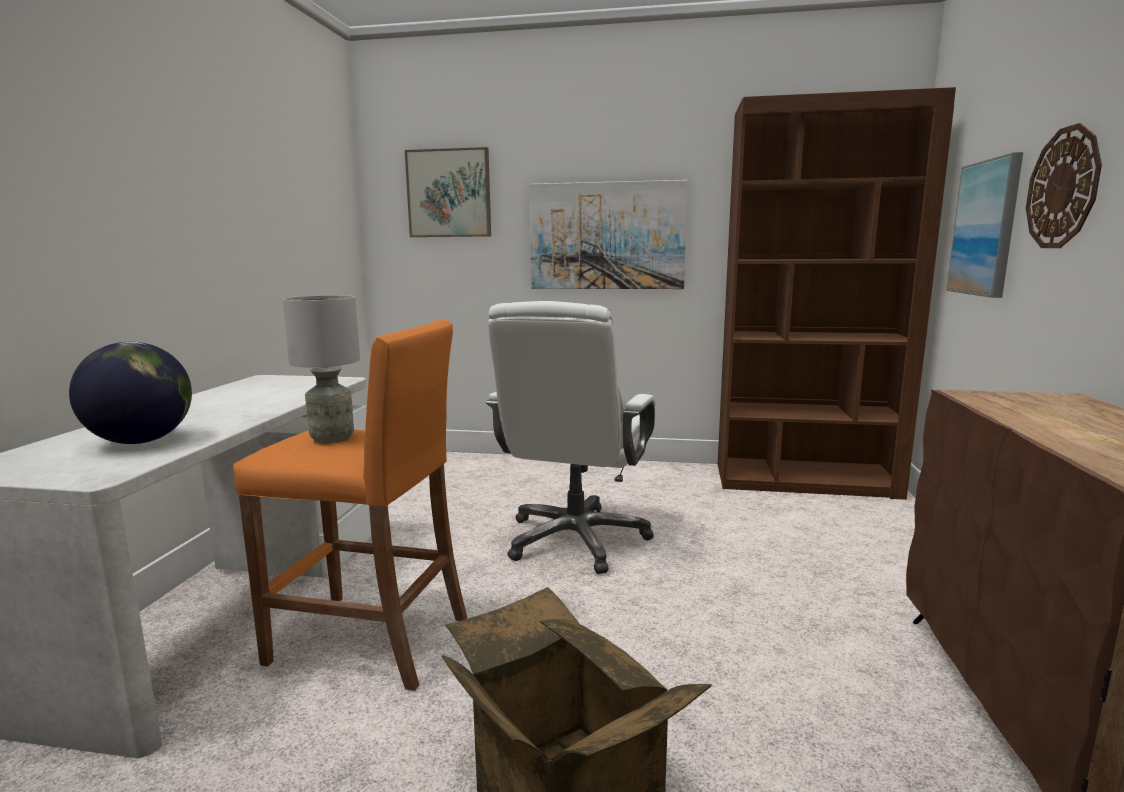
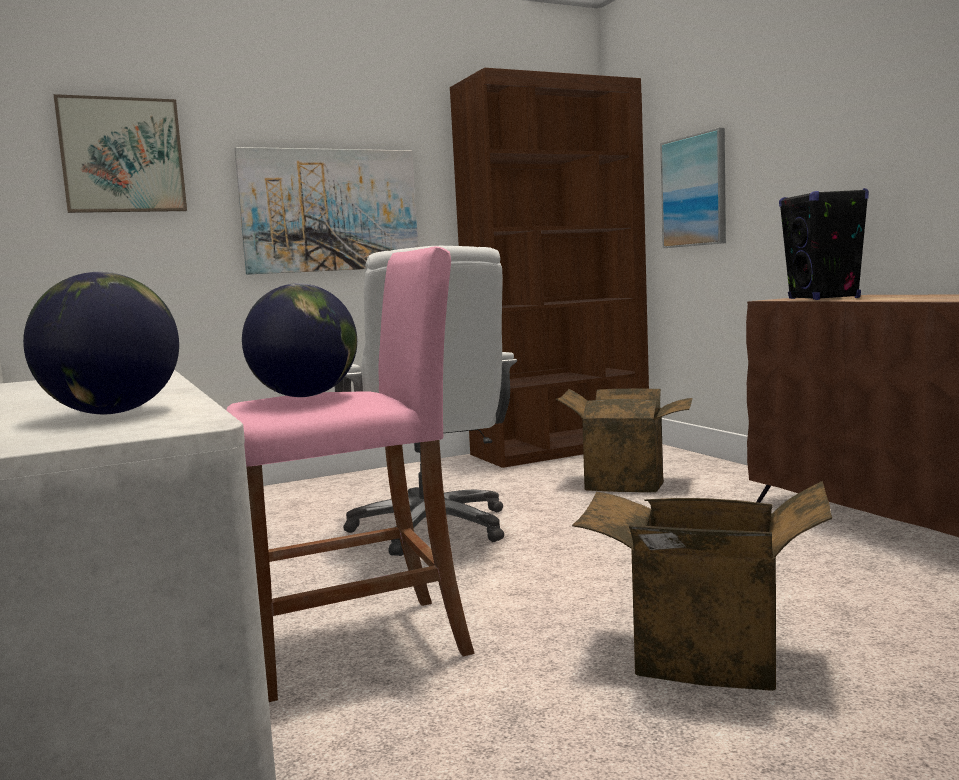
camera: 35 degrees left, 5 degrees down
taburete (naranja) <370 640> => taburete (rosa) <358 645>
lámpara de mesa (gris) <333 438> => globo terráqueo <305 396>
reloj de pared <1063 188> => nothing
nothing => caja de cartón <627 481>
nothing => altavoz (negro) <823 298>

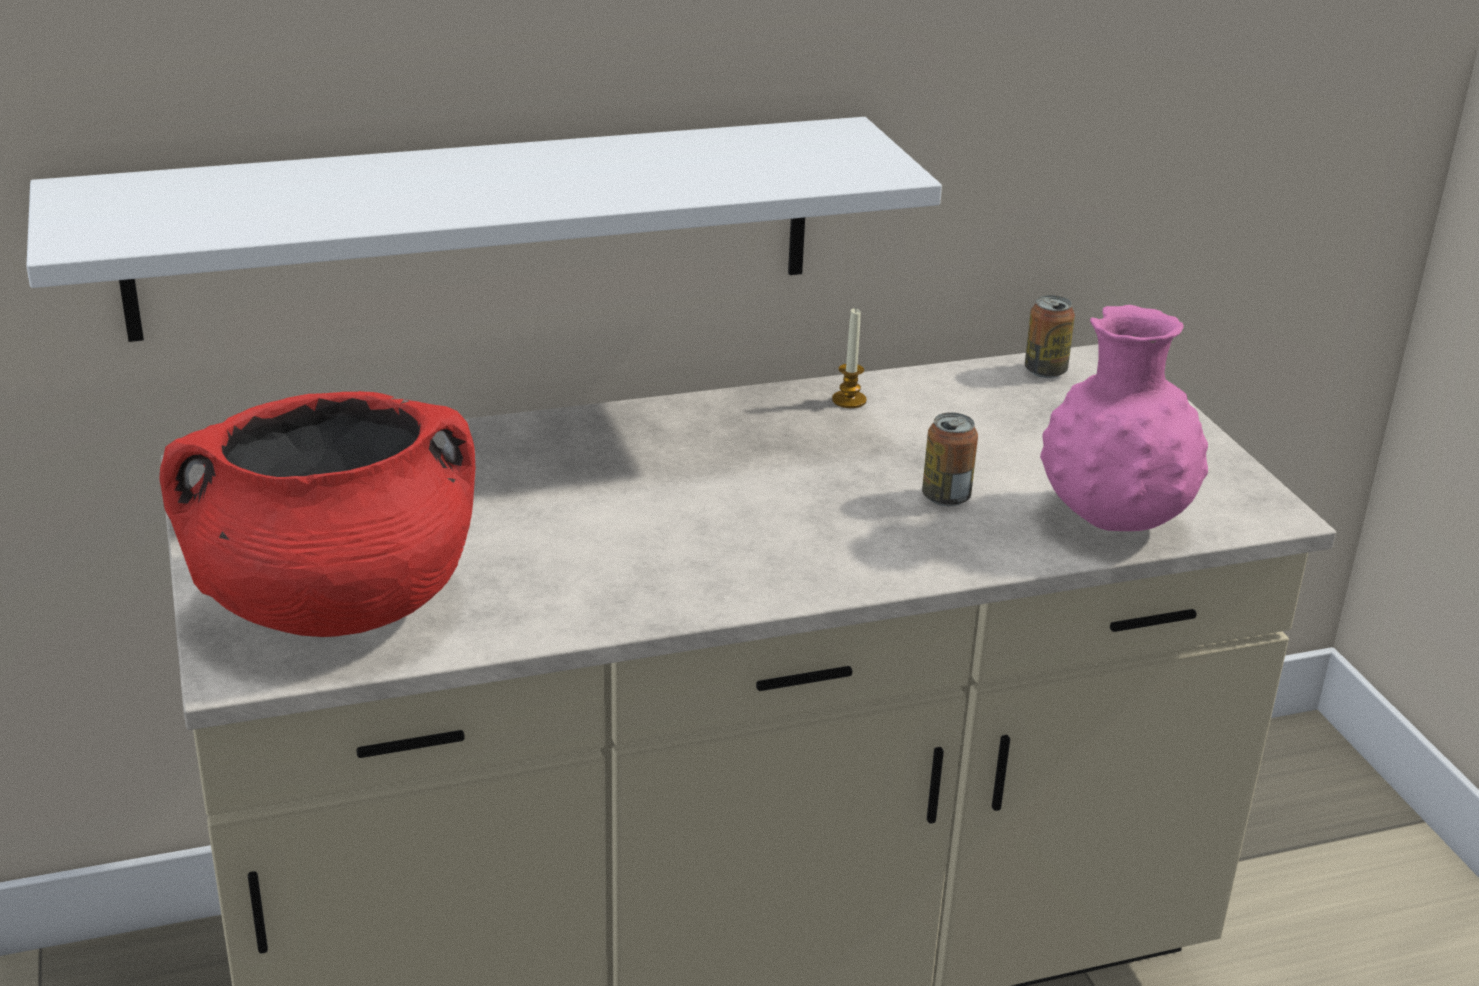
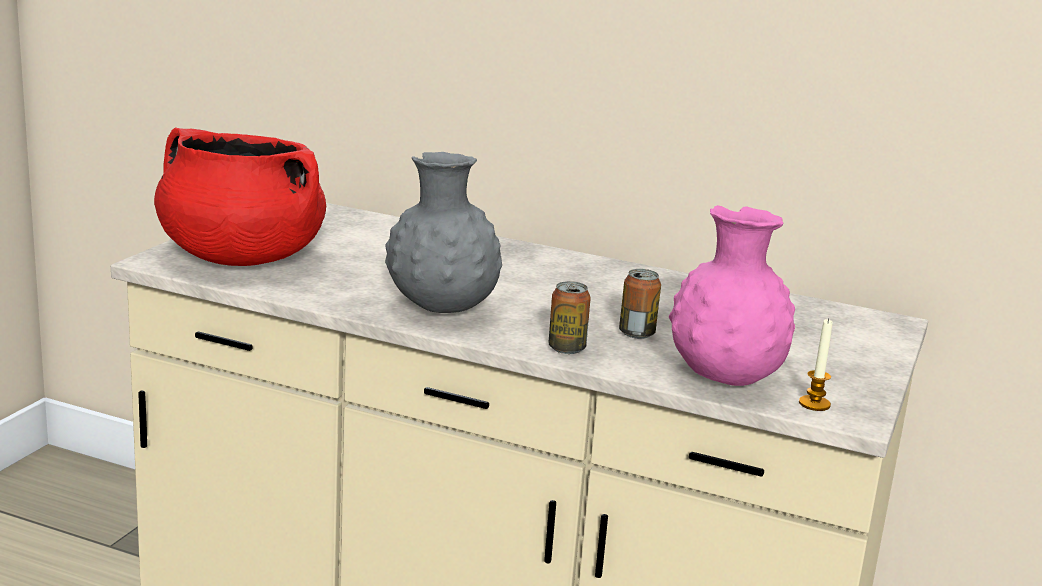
camera: 40 degrees right, 10 degrees down
estante (blanco) <478 226> => nothing
vela <849 400> => vela <814 404>, relocated
lata <1045 371> => lata <566 348>, relocated
nothing => florero (gris) <442 310>

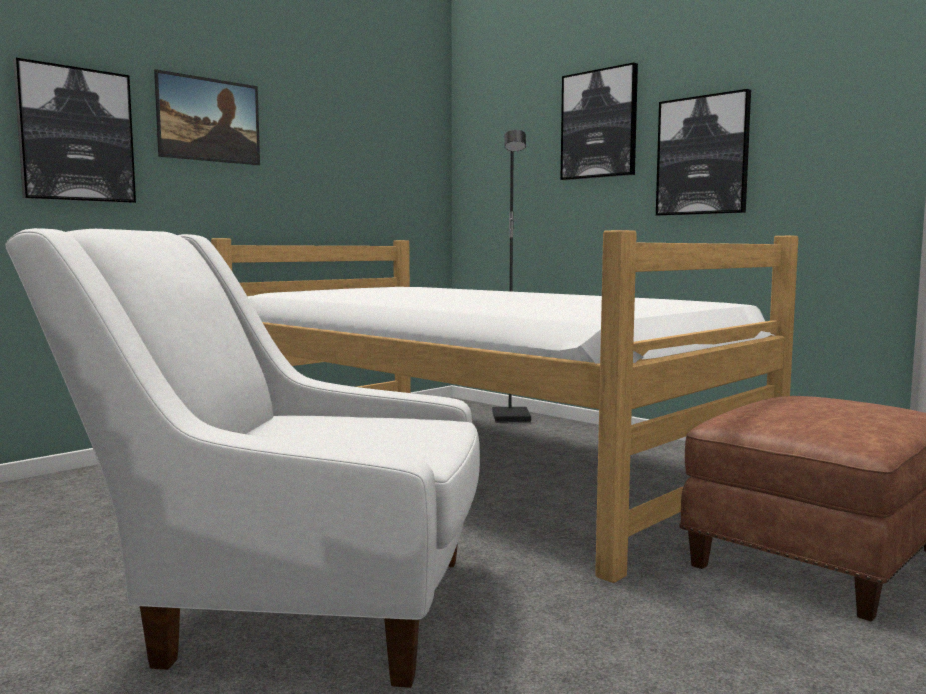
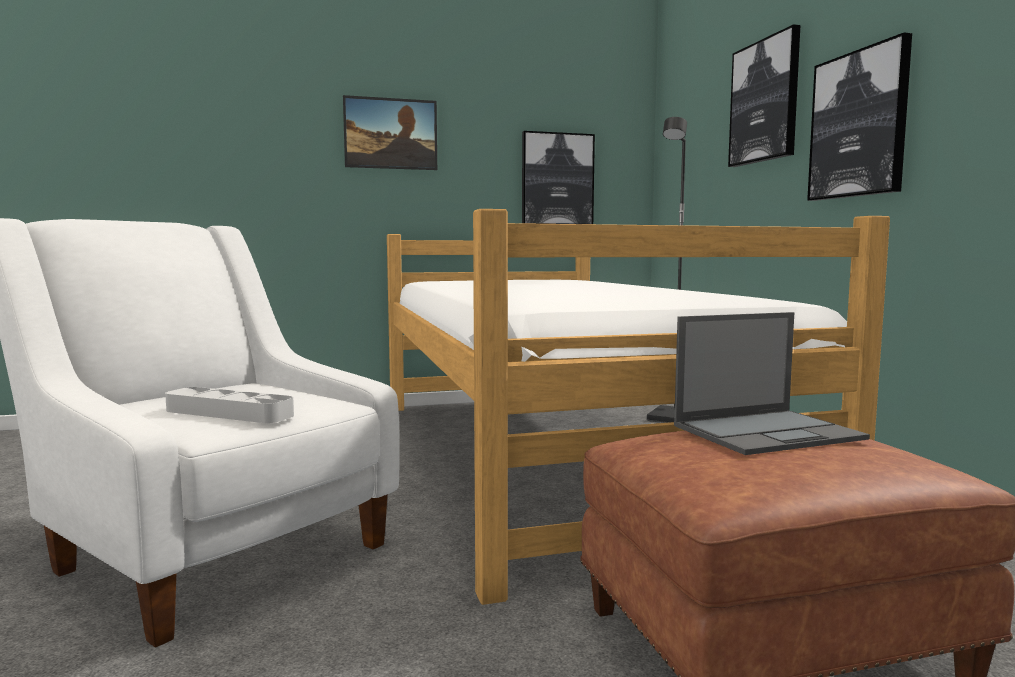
camera: 30 degrees right, 0 degrees up
cuadro <76 135> => cuadro <557 180>, relocated
nothing => bandeja (gris) <229 413>
nothing => portátil <768 432>

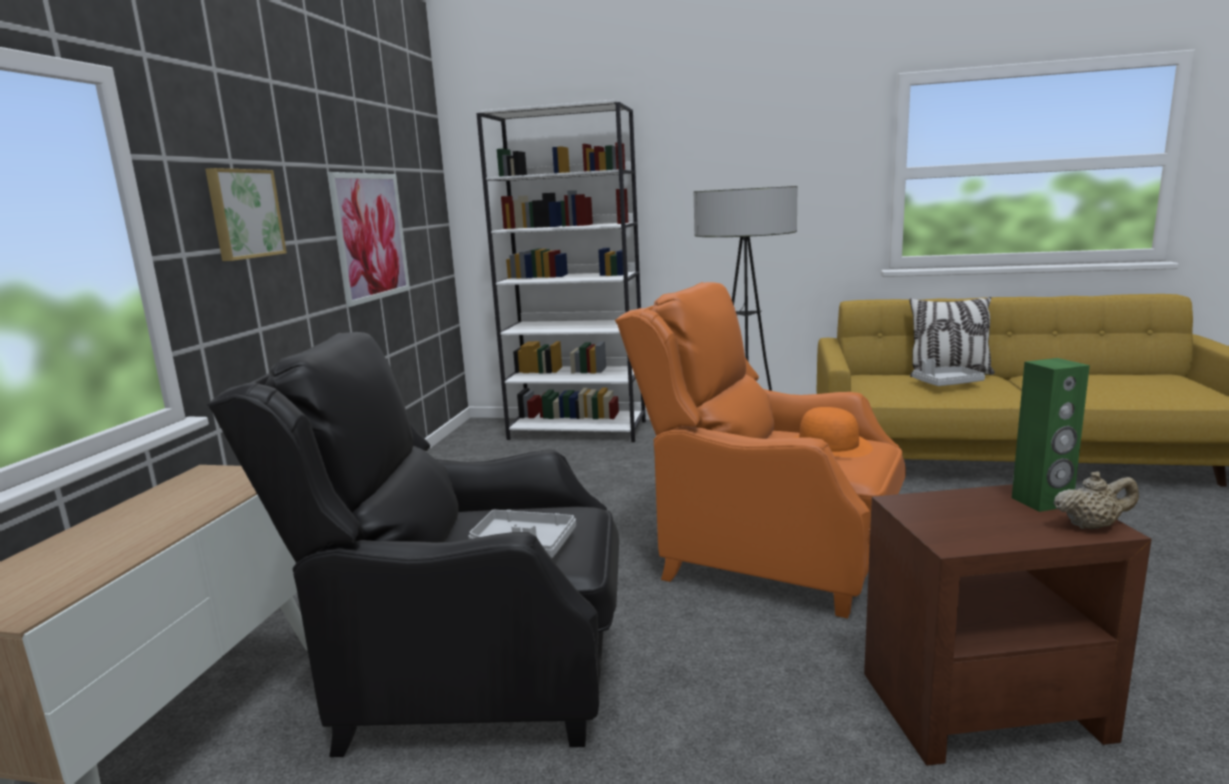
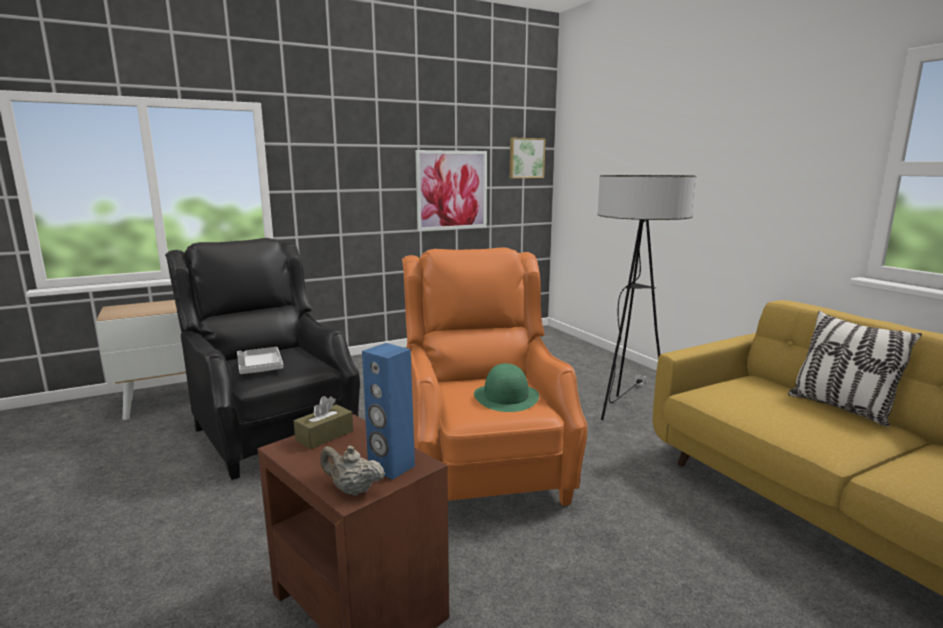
camera: 50 degrees right, 0 degrees up
cuadro <244 214> => cuadro <526 158>, relocated
estantería (blanco) <578 430> => nothing
sombrero (naranja) <829 445> => sombrero (verde) <506 397>
bandeja (gris) <946 384> => nothing
altavoz (verde) <1042 502> => altavoz (azul) <391 467>
tetera (beis) <1091 526> => tetera (beis) <352 490>, 150 degrees clockwise
nothing => caja de pañuelos (marrón) <324 436>

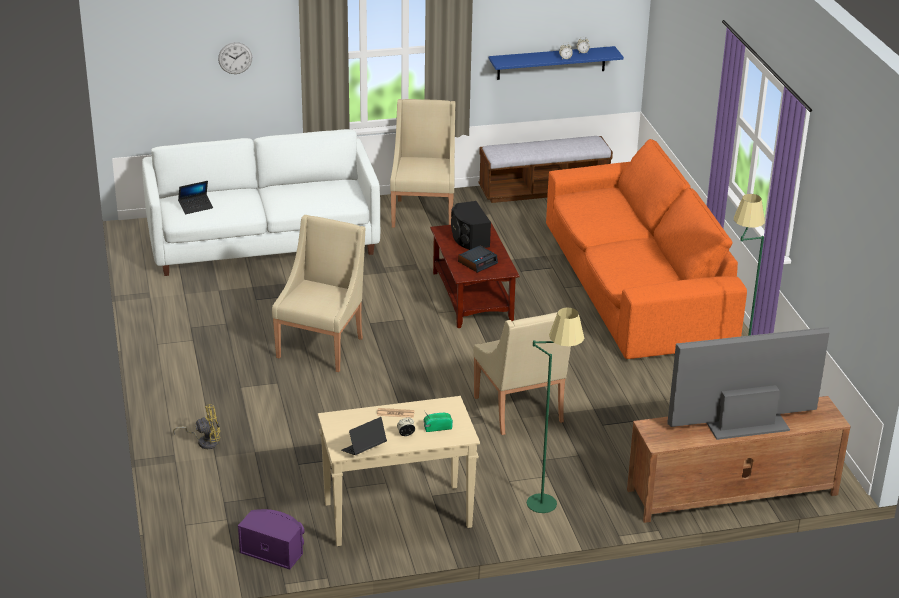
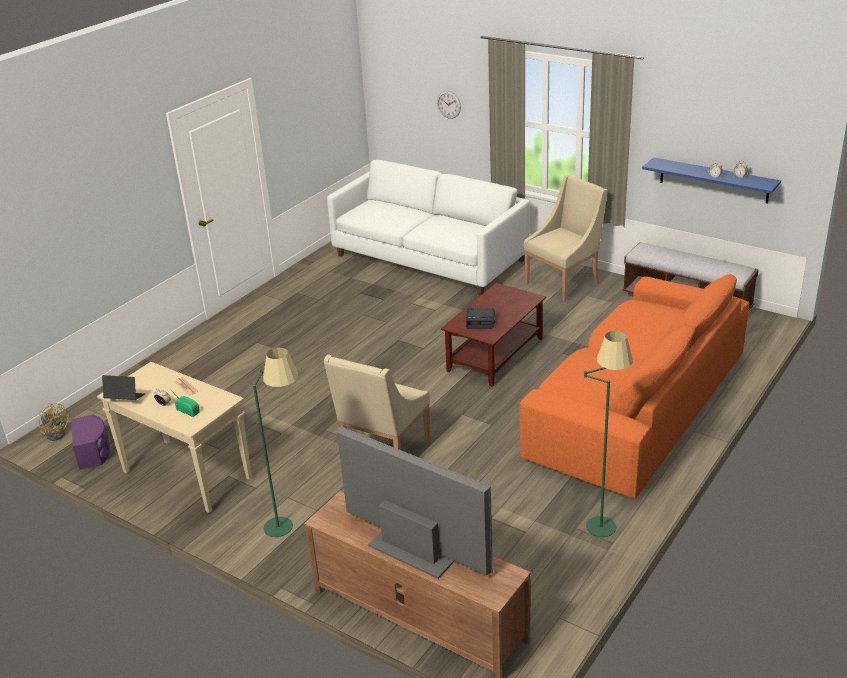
camera: 50 degrees right, 0 degrees up
ventilador (amarillo) <204 441> => ventilador (amarillo) <57 433>, relocated
portátil <196 207> => nothing
sillón (beis) <322 346> => nothing
altavoz (negro) <469 238> => nothing

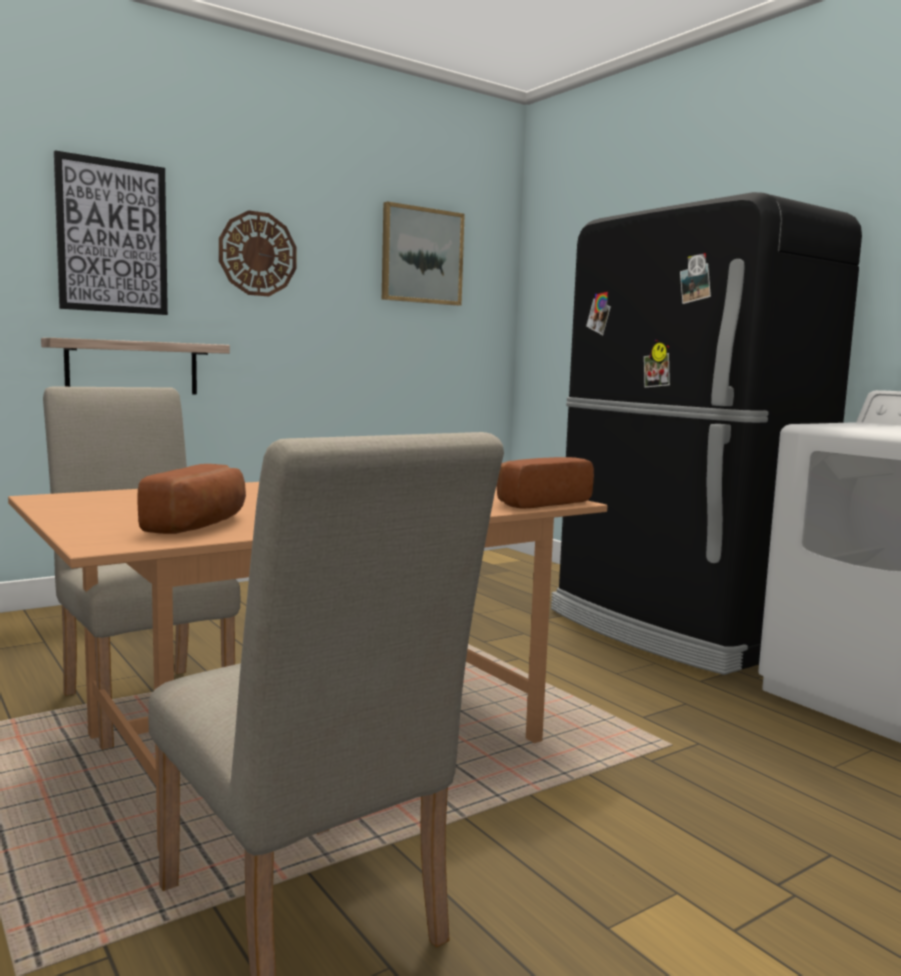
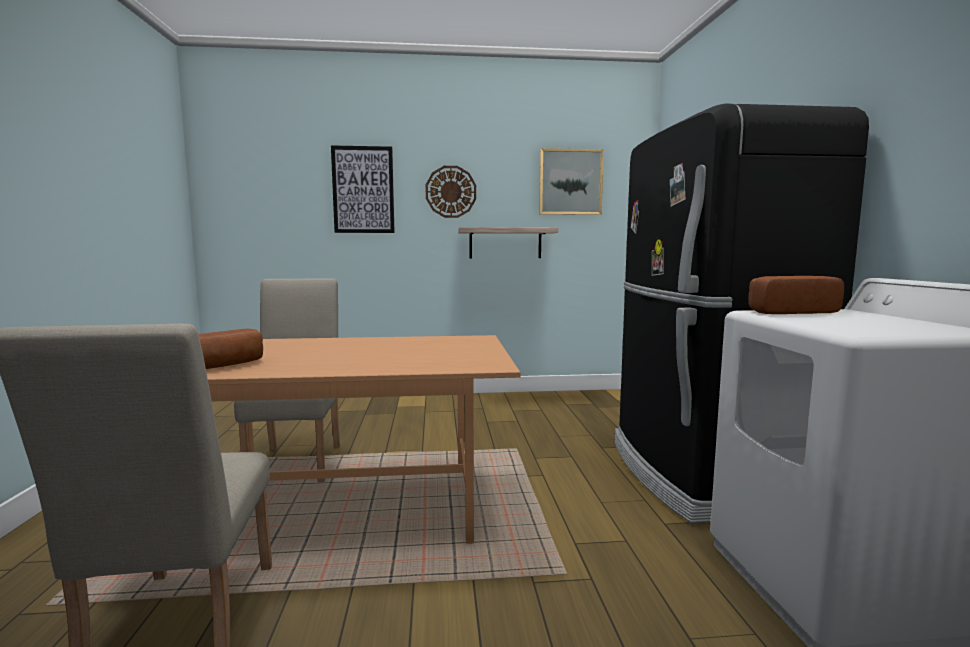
camera: 30 degrees right, 0 degrees up
estante <132 367> => estante <505 243>, relocated
pan <538 502> => pan <788 312>, relocated

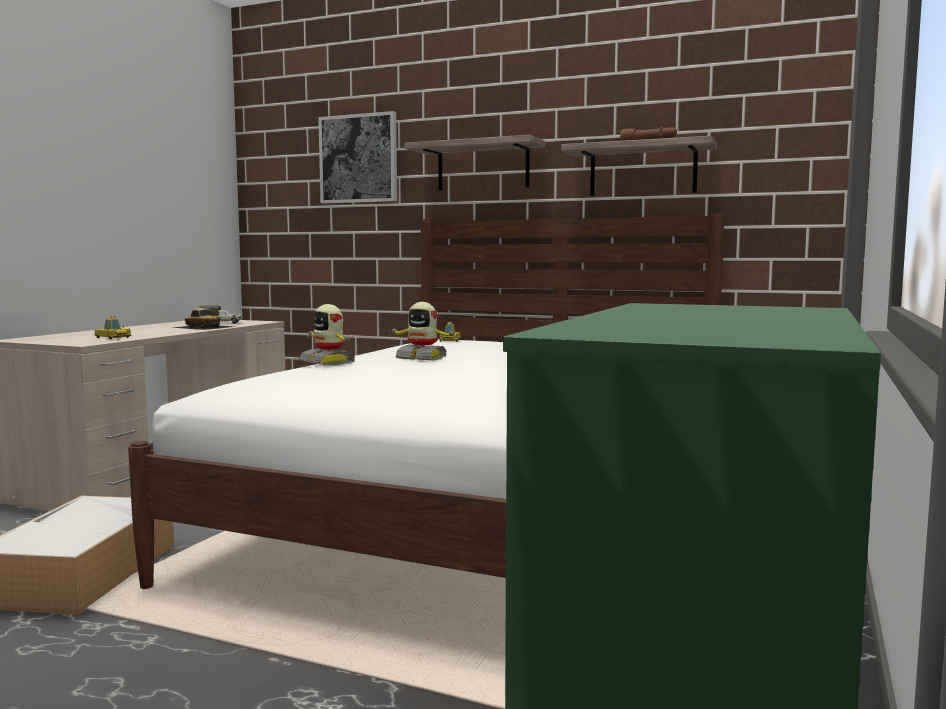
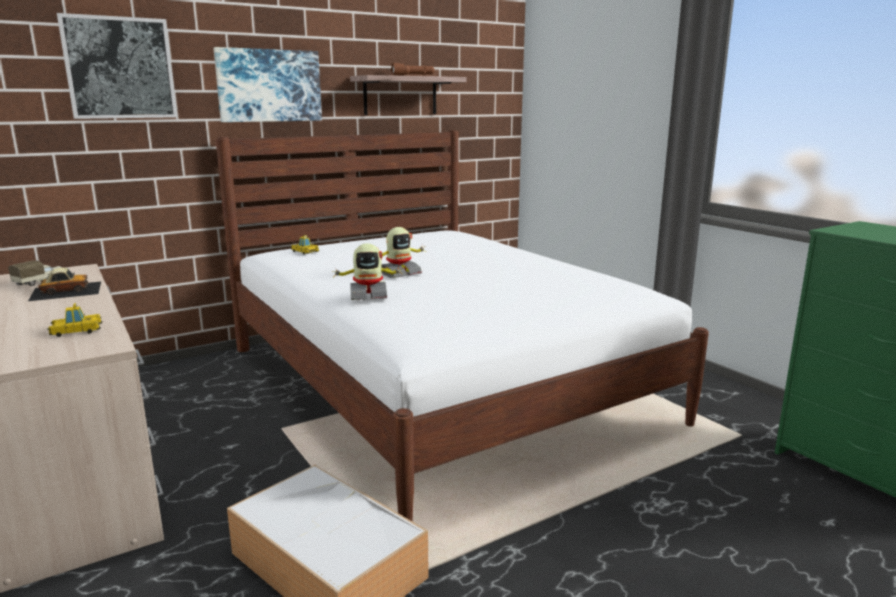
camera: 55 degrees left, 10 degrees up
estante <483 167> => cuadro <269 85>

